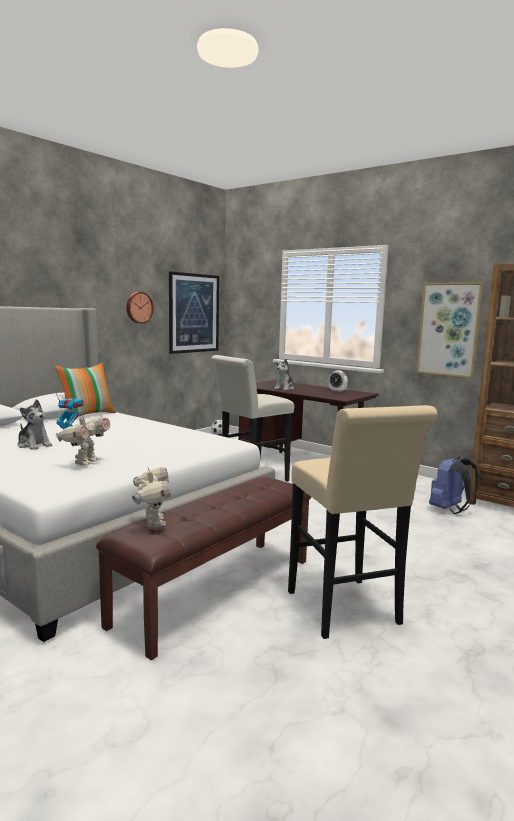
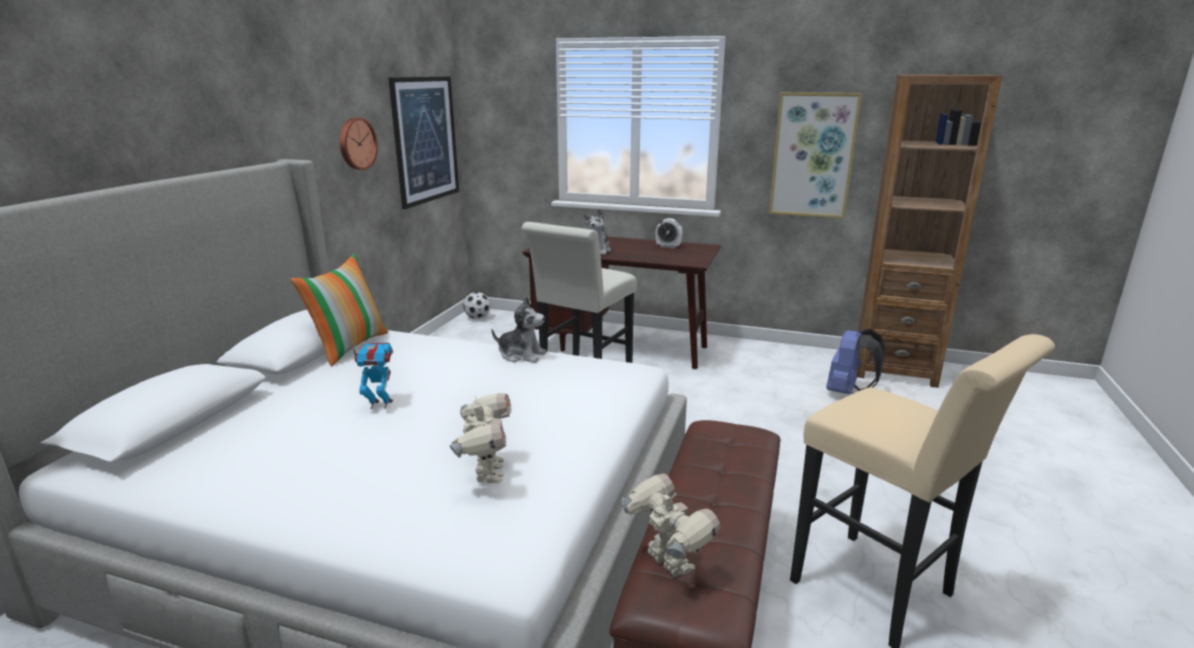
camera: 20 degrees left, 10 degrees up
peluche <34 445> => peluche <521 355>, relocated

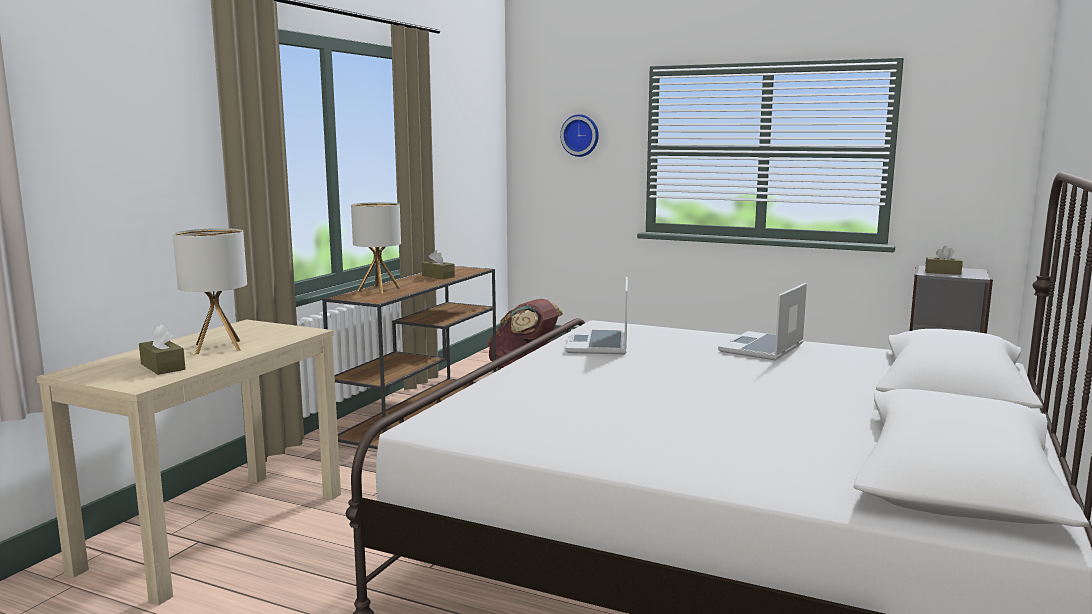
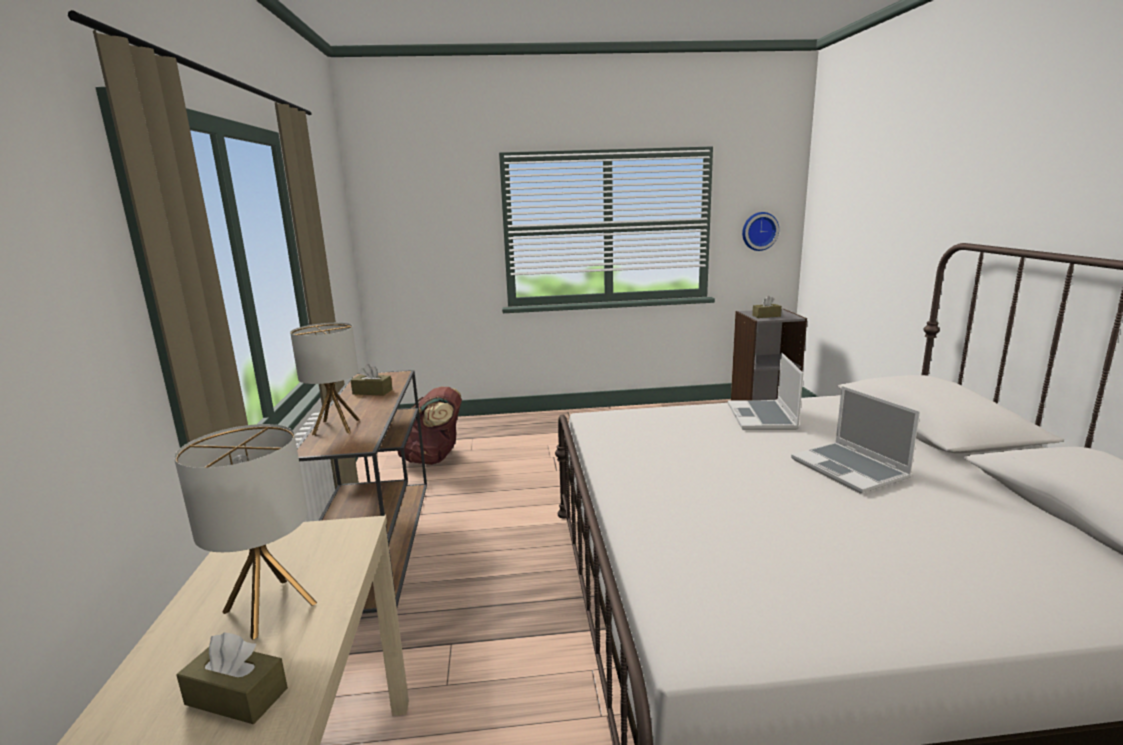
camera: 30 degrees left, 5 degrees up
reloj de pared <580 135> => reloj de pared <759 231>, relocated
portátil <599 344> => portátil <850 469>, relocated

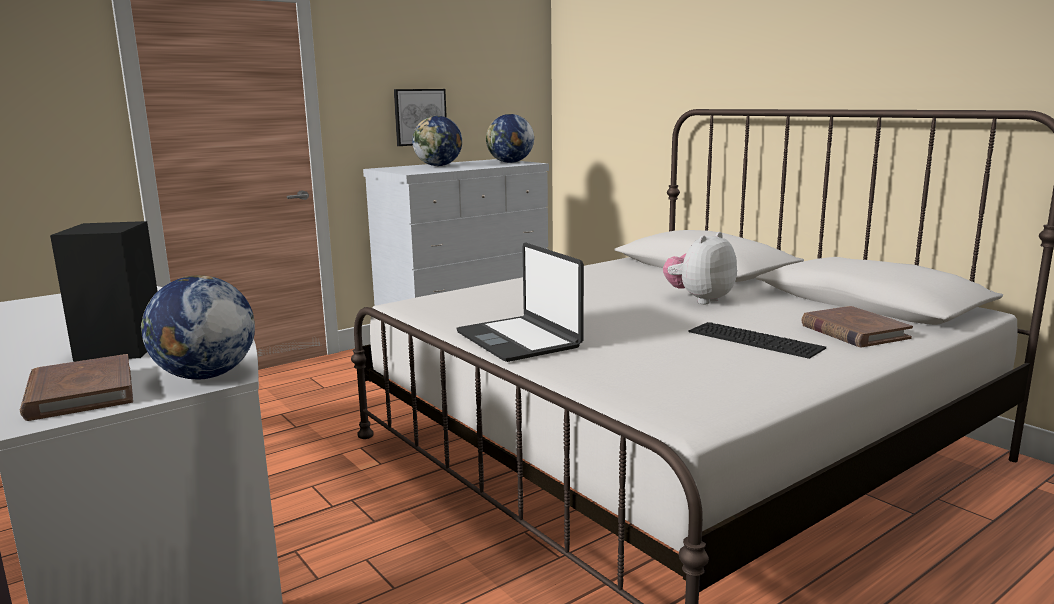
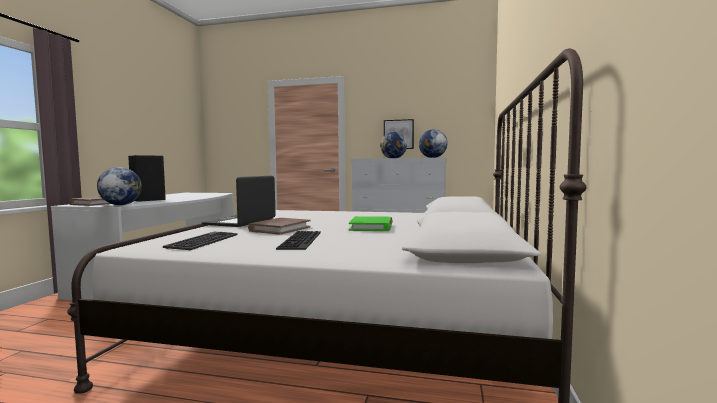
camera: 50 degrees right, 10 degrees down
peluche <699 300> => libro (verde) <371 227>
libro (marrón) <853 331> => libro (marrón) <280 229>, relocated
nothing => teclado <204 241>

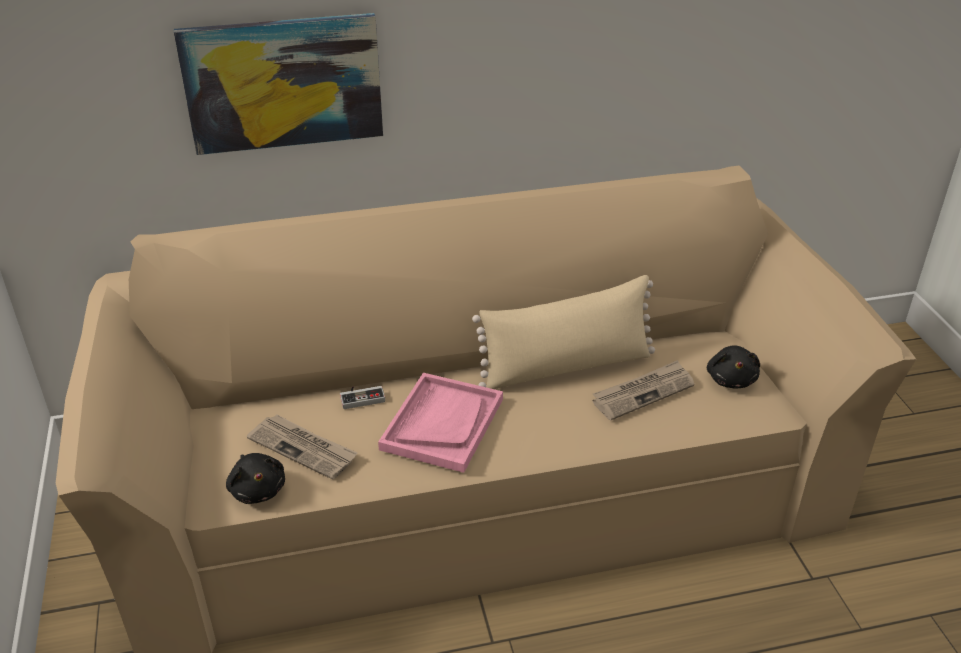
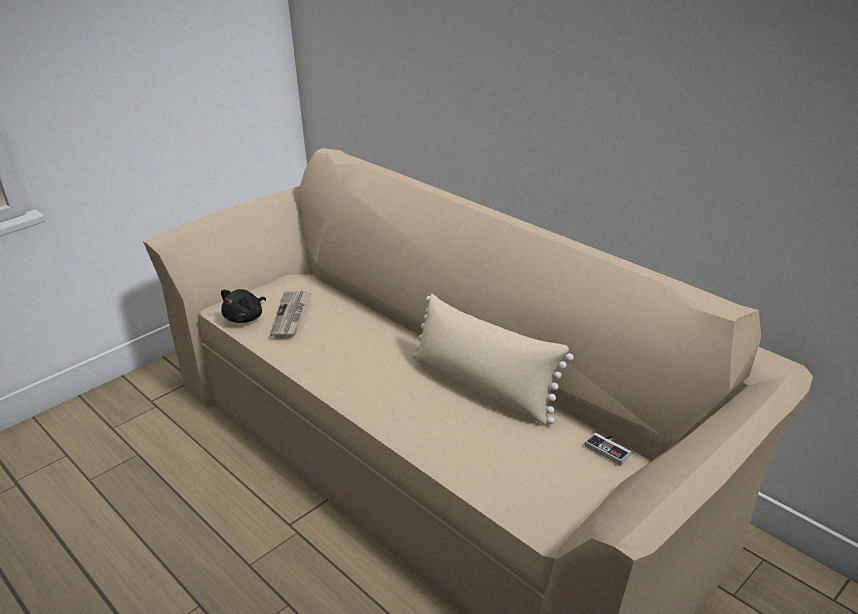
camera: 60 degrees right, 5 degrees down
cuadro <283 83> => nothing
mando de consola <362 397> => mando de consola <609 449>, relocated
bandeja (rosa) <442 424> => nothing
periódico <643 392> => nothing
peluche (negro) <731 379> => nothing

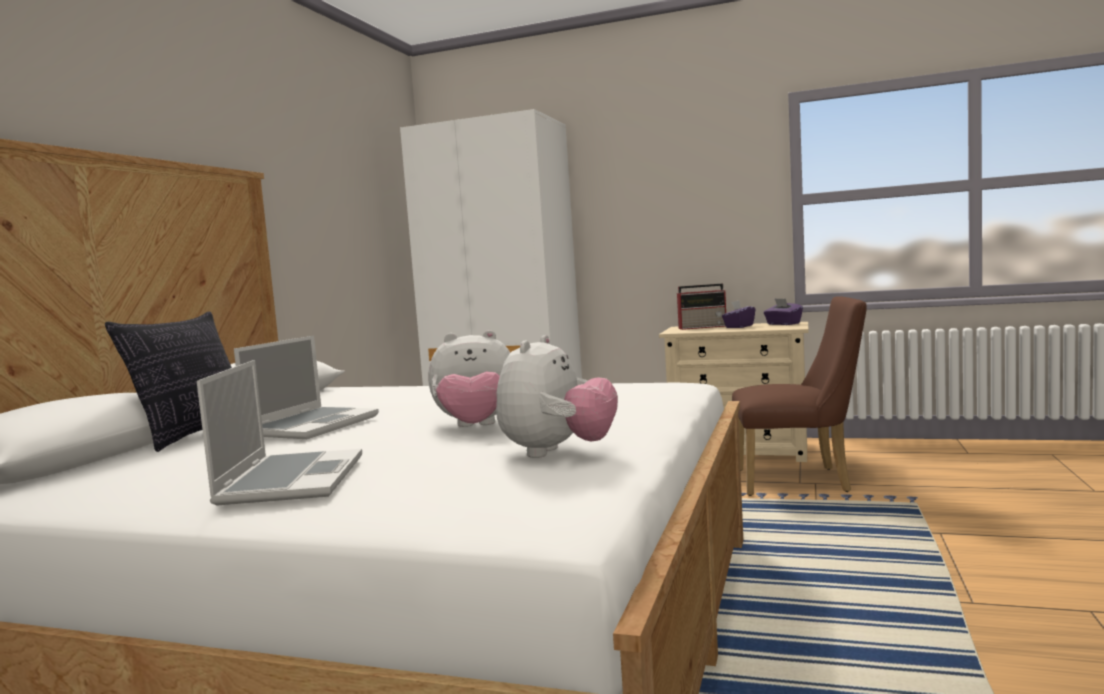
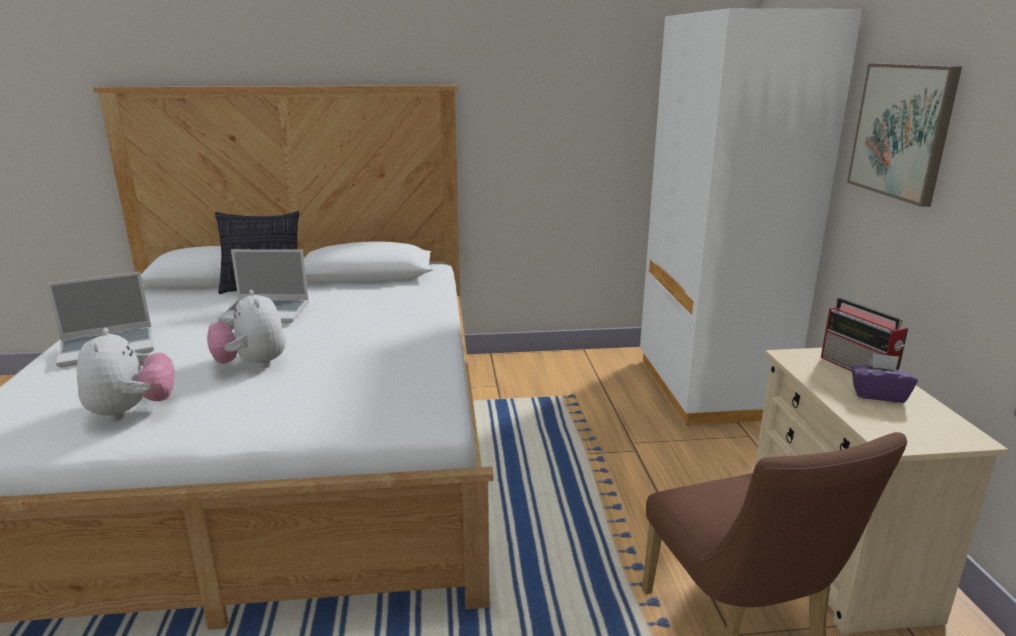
camera: 65 degrees right, 15 degrees up
peluche <557 452> => peluche <132 411>, 105 degrees counterclockwise
caja de pañuelos (morado) <783 324> => nothing
nothing => cuadro <902 131>

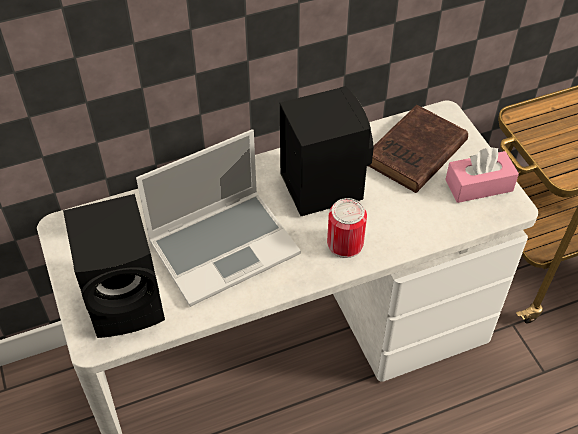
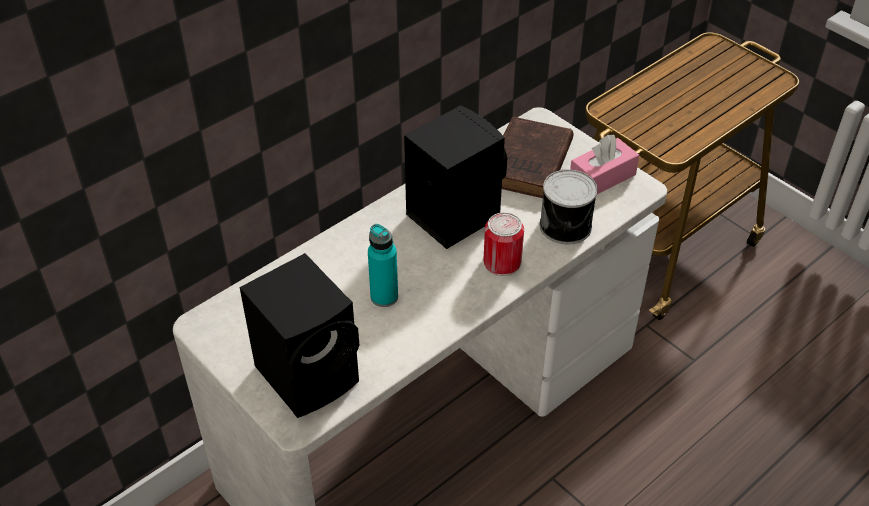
camera: 20 degrees left, 5 degrees down
portátil <224 246> => botella (turquesa) <384 297>
nothing => lata <567 226>

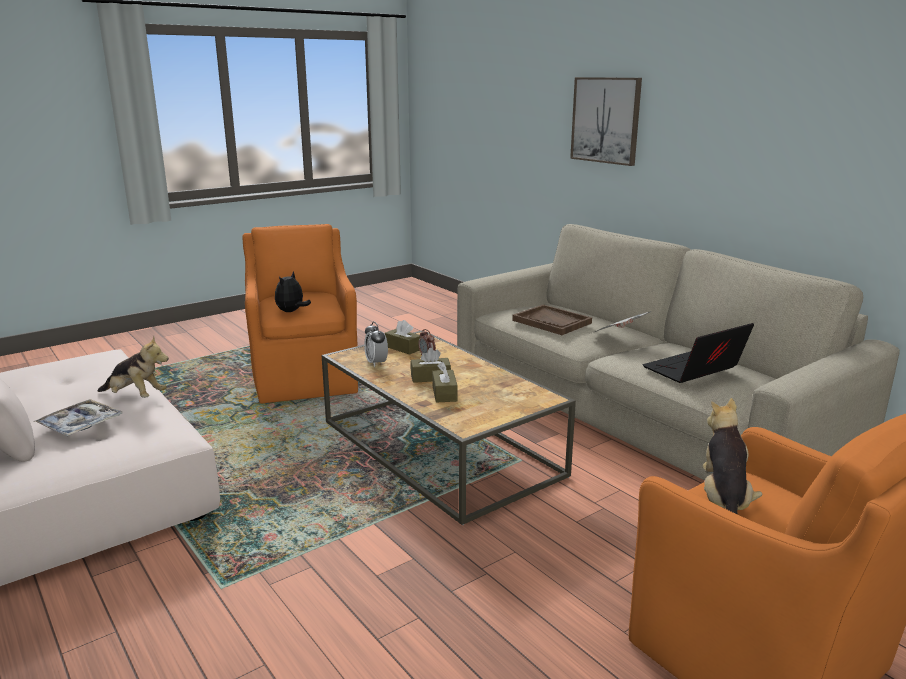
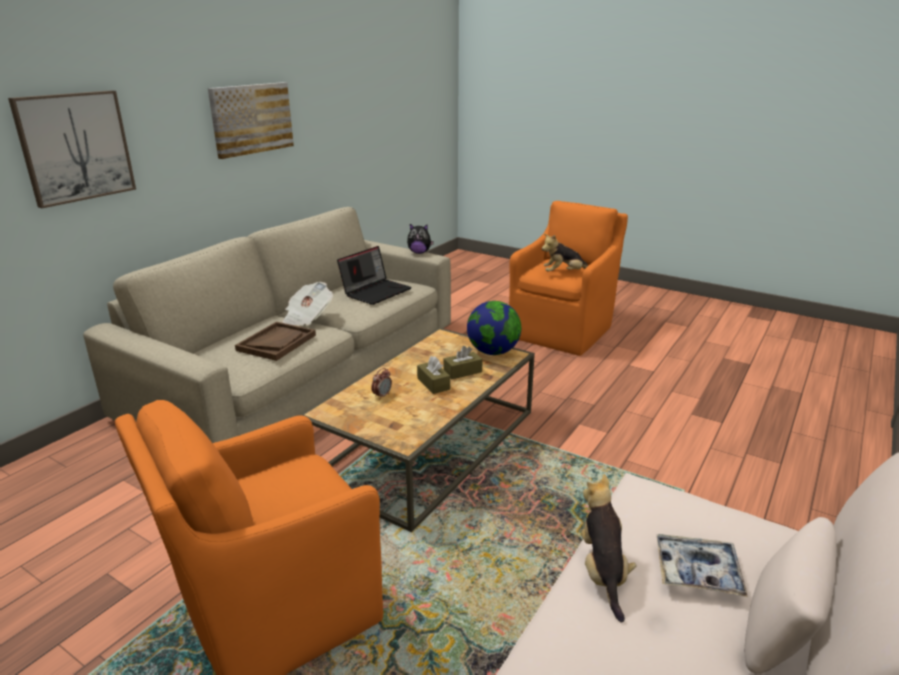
camera: 110 degrees left, 5 degrees up
peluche <291 312> => peluche <419 252>, relocated
despertador <376 363> => nothing
caja de pañuelos (marrón) <403 348> => nothing
portátil <693 370> => portátil <376 291>, 90 degrees counterclockwise
nothing => cuadro <251 119>
nothing => globo terráqueo <493 352>

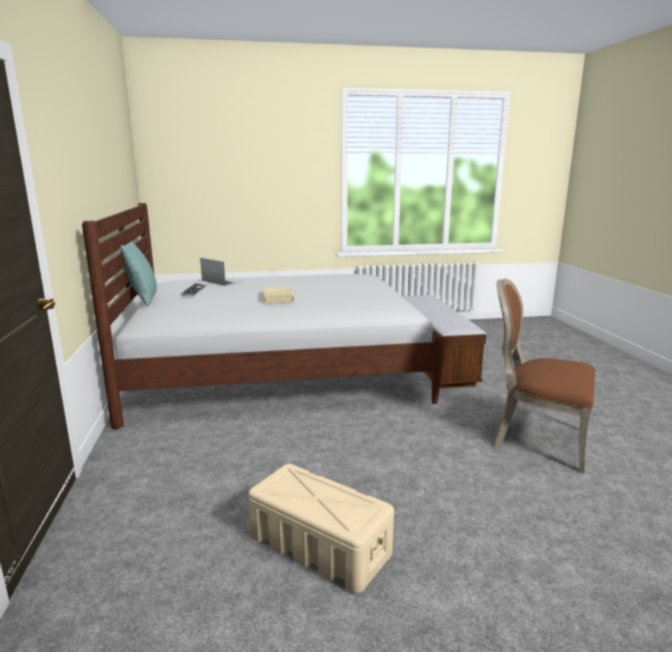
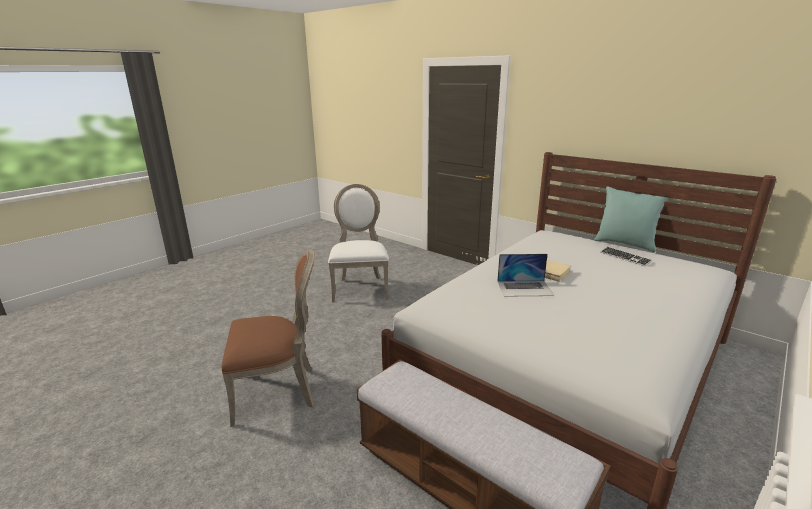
camera: 140 degrees right, 5 degrees up
portátil <223 281> => portátil <524 288>, relocated
caja de almacenaje (beis) <319 545> => silla (blanco) <360 288>

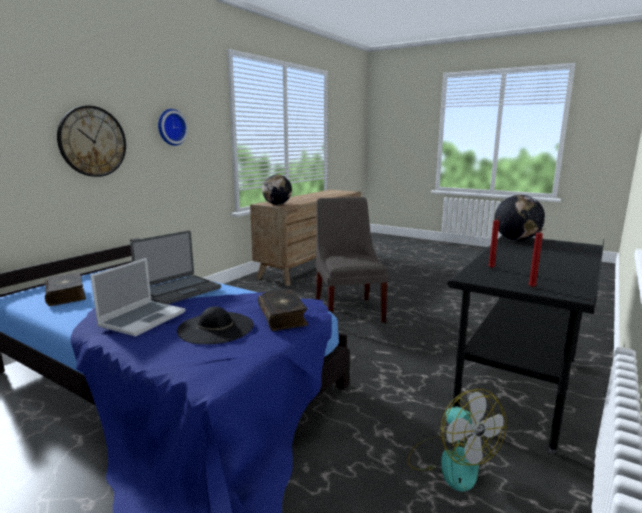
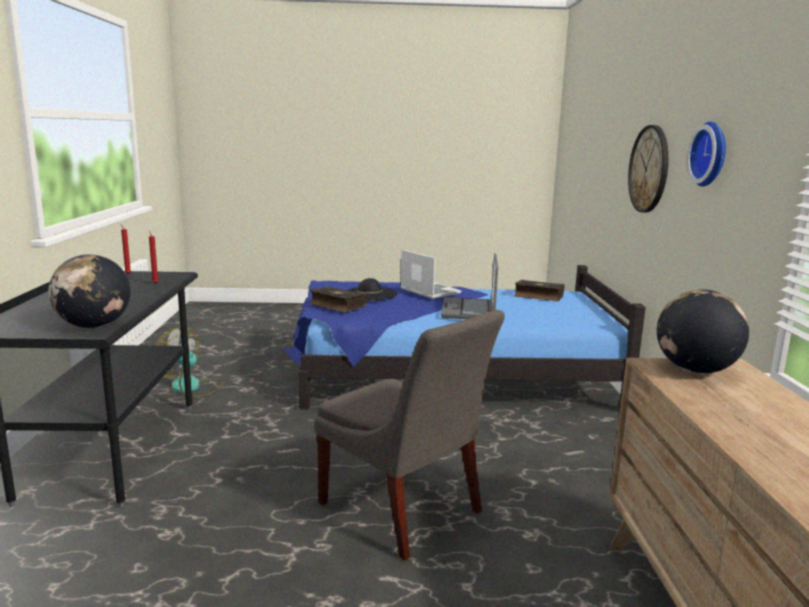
camera: 145 degrees right, 0 degrees up
portátil <143 319> => portátil <429 291>, 150 degrees clockwise

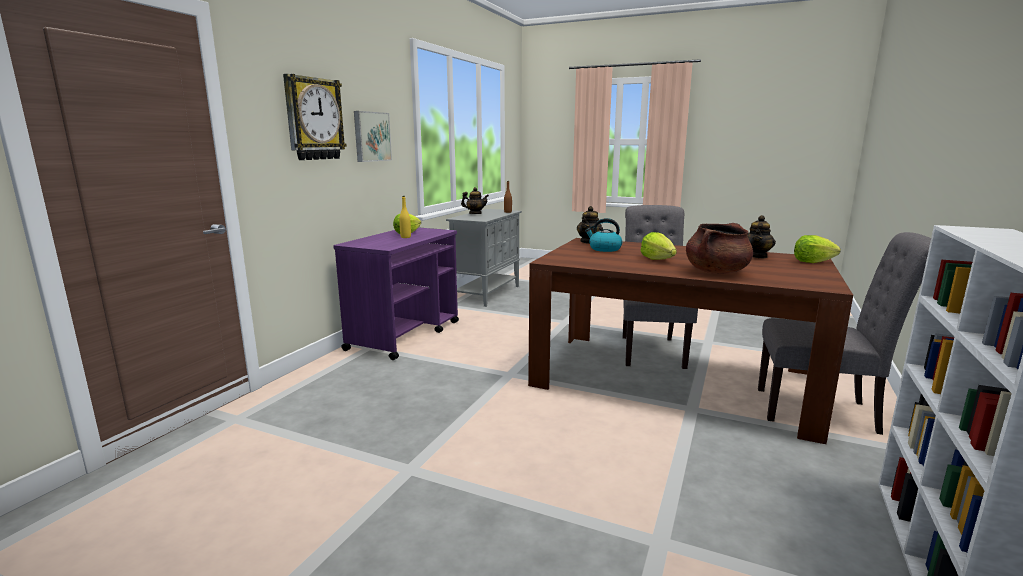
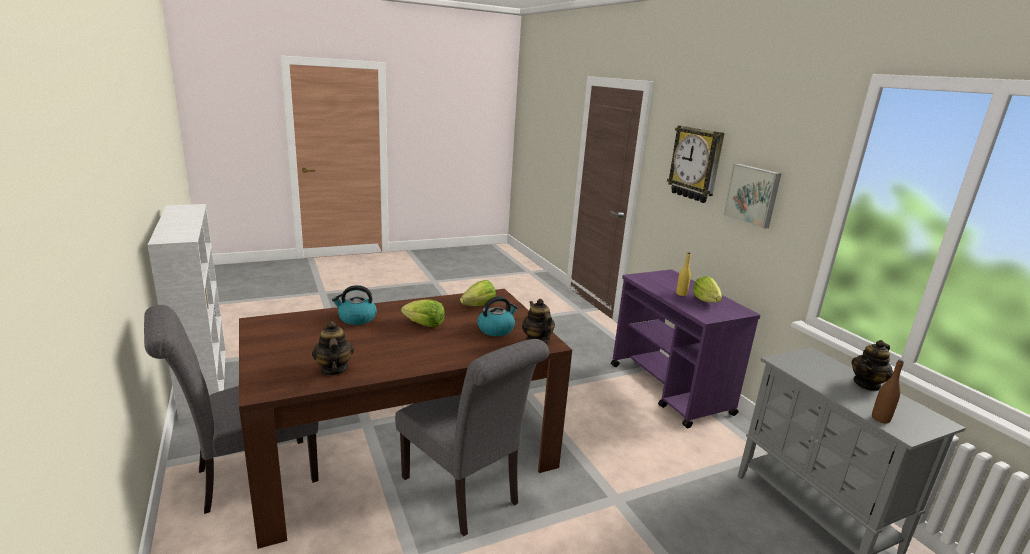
camera: 130 degrees right, 5 degrees up
olla (marrón) <716 272> => hervidor <356 318>
lechuga <812 262> => lechuga <478 305>, relocated

